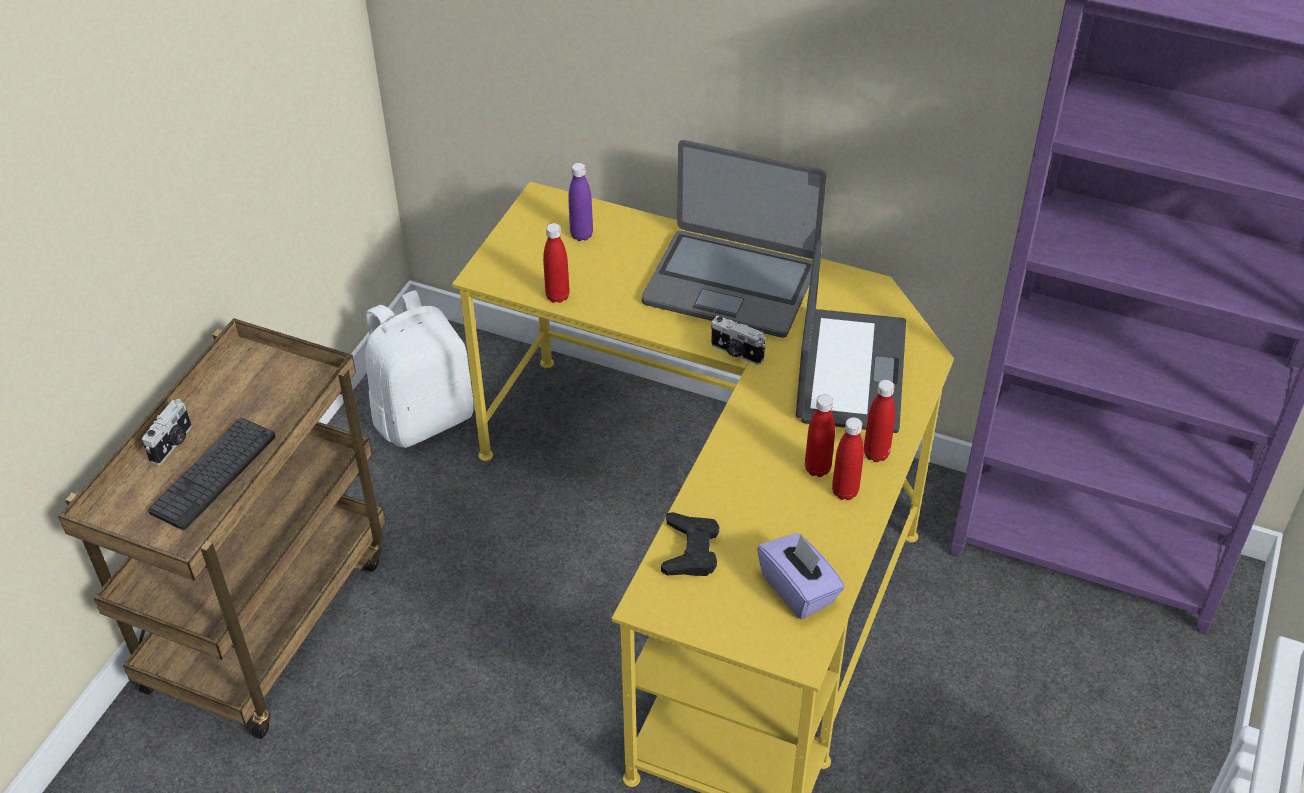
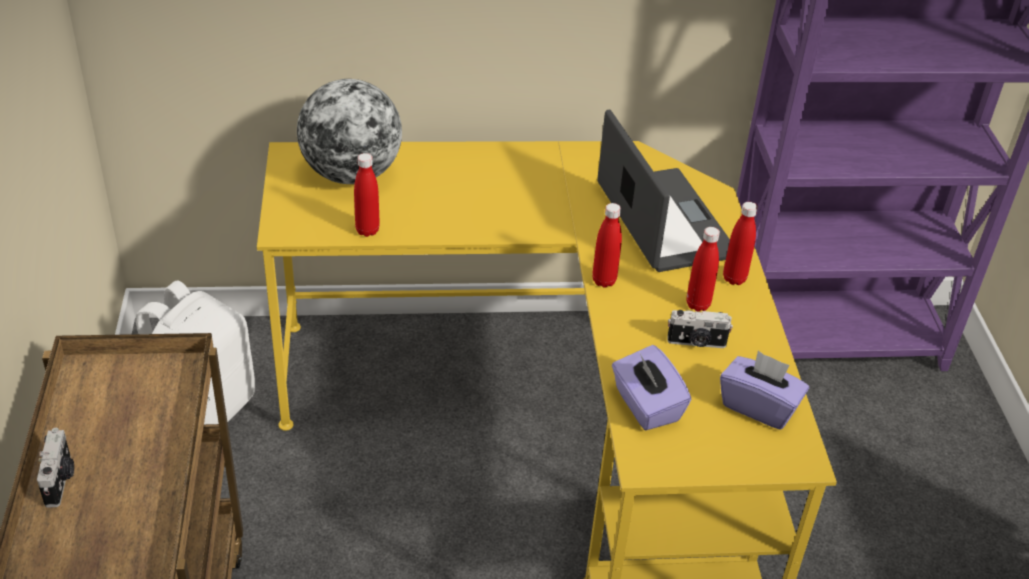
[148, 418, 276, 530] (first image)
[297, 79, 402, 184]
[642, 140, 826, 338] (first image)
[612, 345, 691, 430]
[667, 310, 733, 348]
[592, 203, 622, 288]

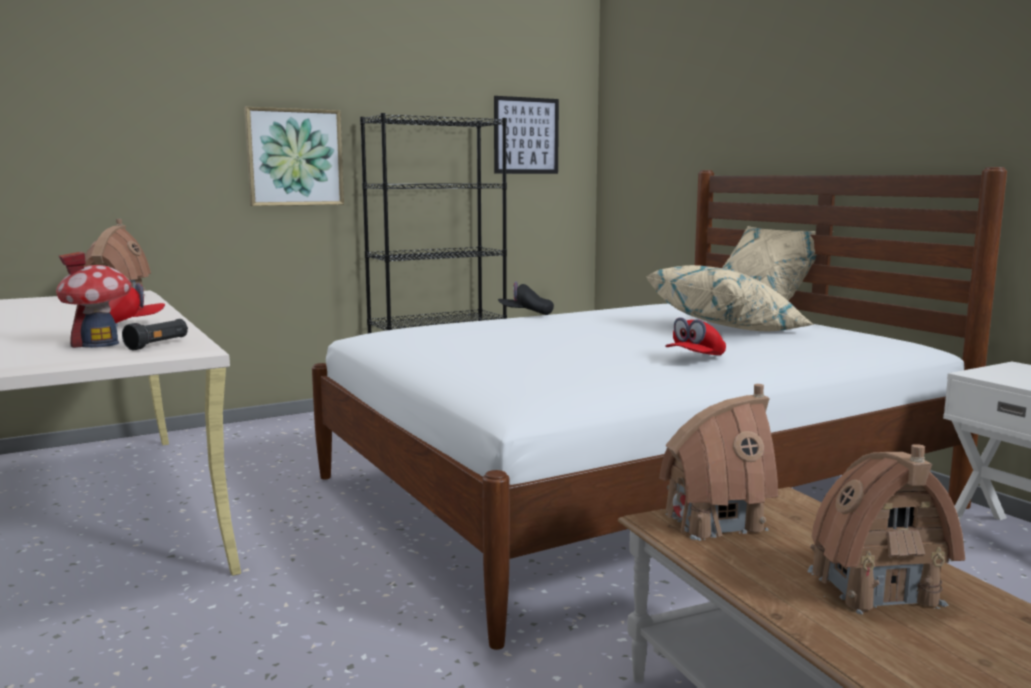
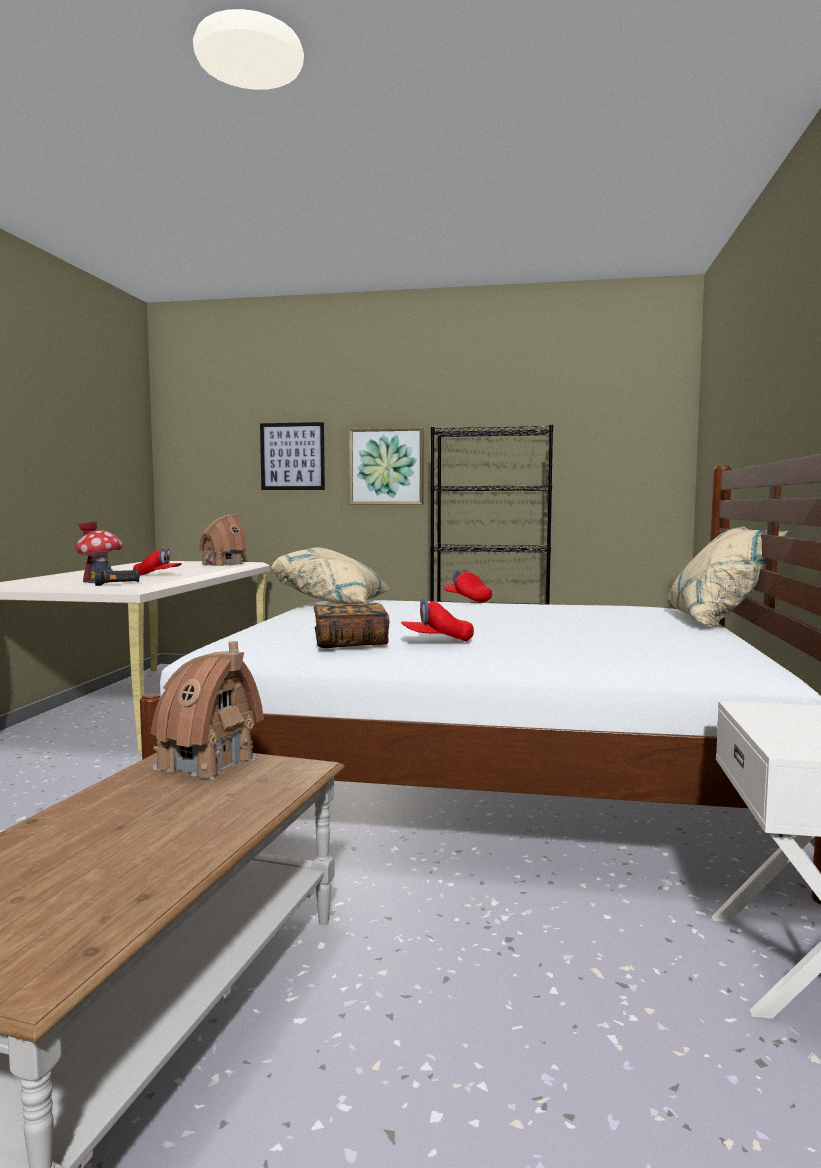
[260, 422, 325, 490]
[444, 569, 492, 602]
[271, 548, 390, 604]
[808, 444, 965, 614] (first image)
[314, 603, 390, 648]

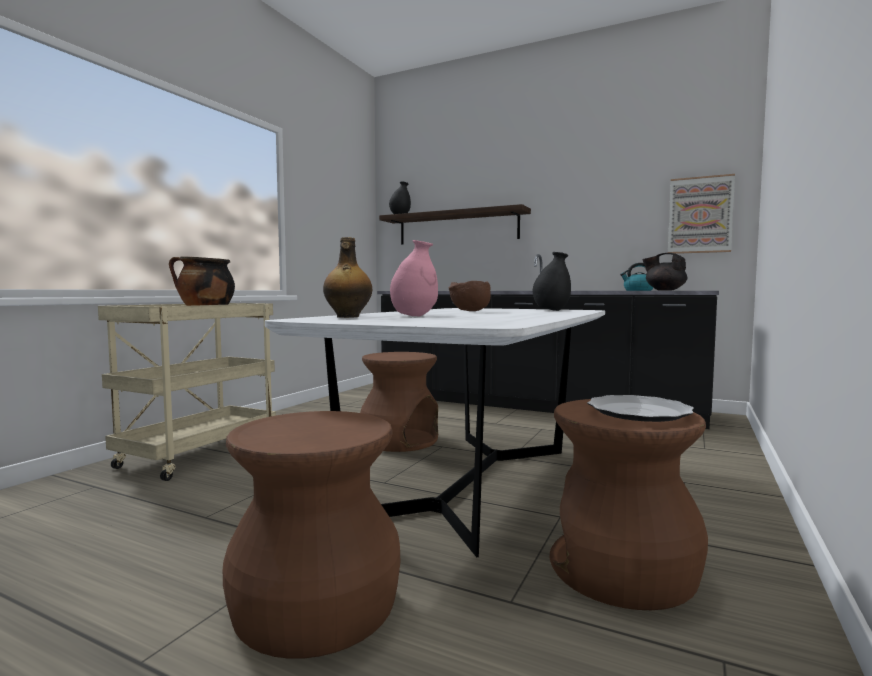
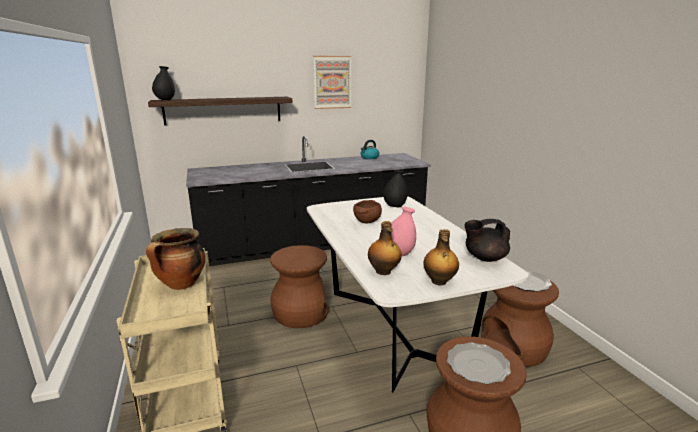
[464, 219, 510, 262]
[313, 56, 351, 109]
[423, 229, 459, 286]
[447, 342, 511, 384]

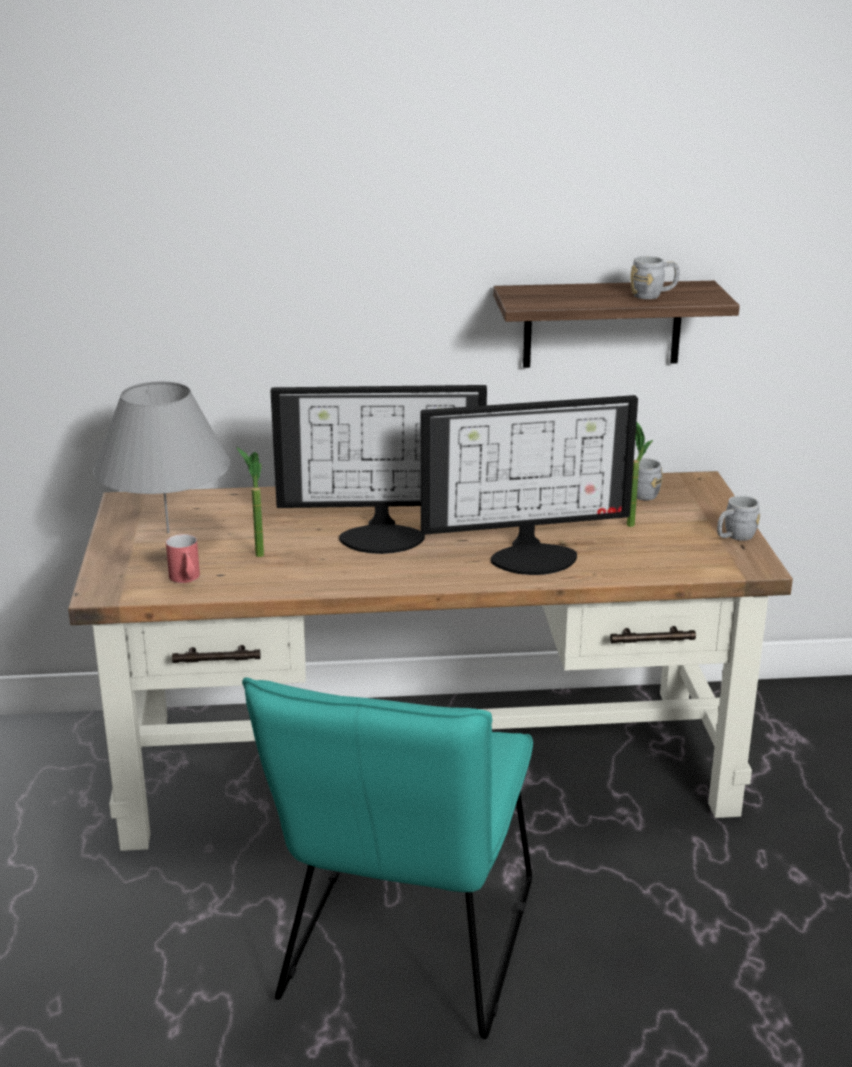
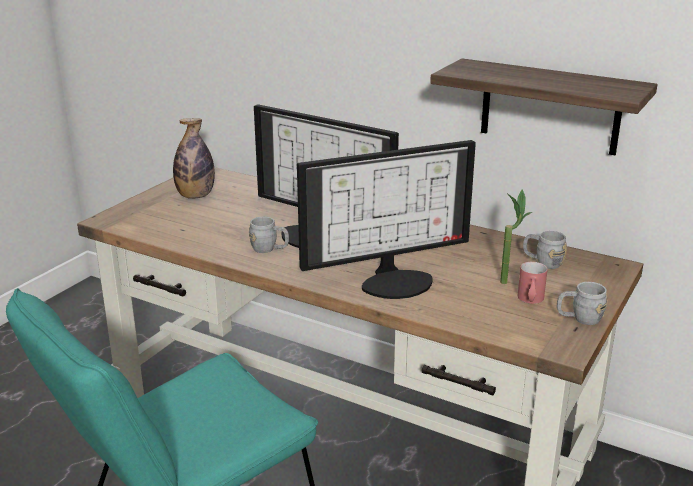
[173, 118, 215, 199]
[517, 262, 548, 304]
[236, 447, 264, 557] (first image)
[297, 140, 476, 299]
[249, 217, 289, 253]

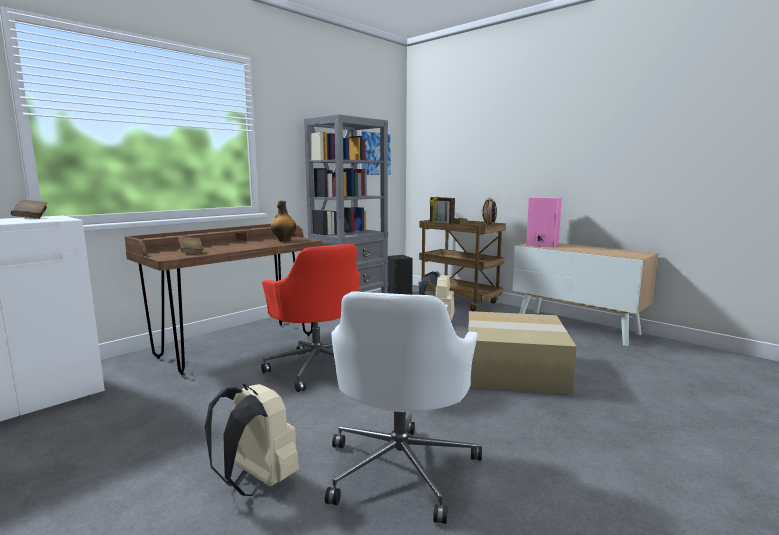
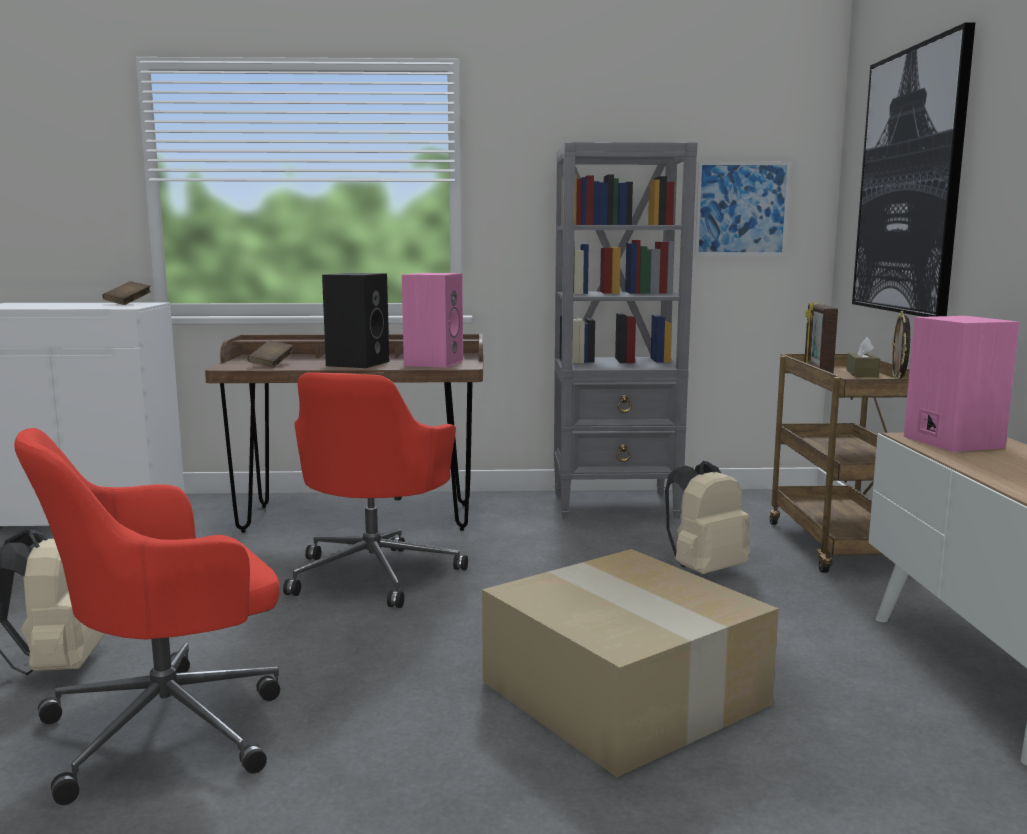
[402, 273, 463, 368]
[14, 428, 280, 805]
[322, 273, 389, 368]
[852, 22, 975, 317]

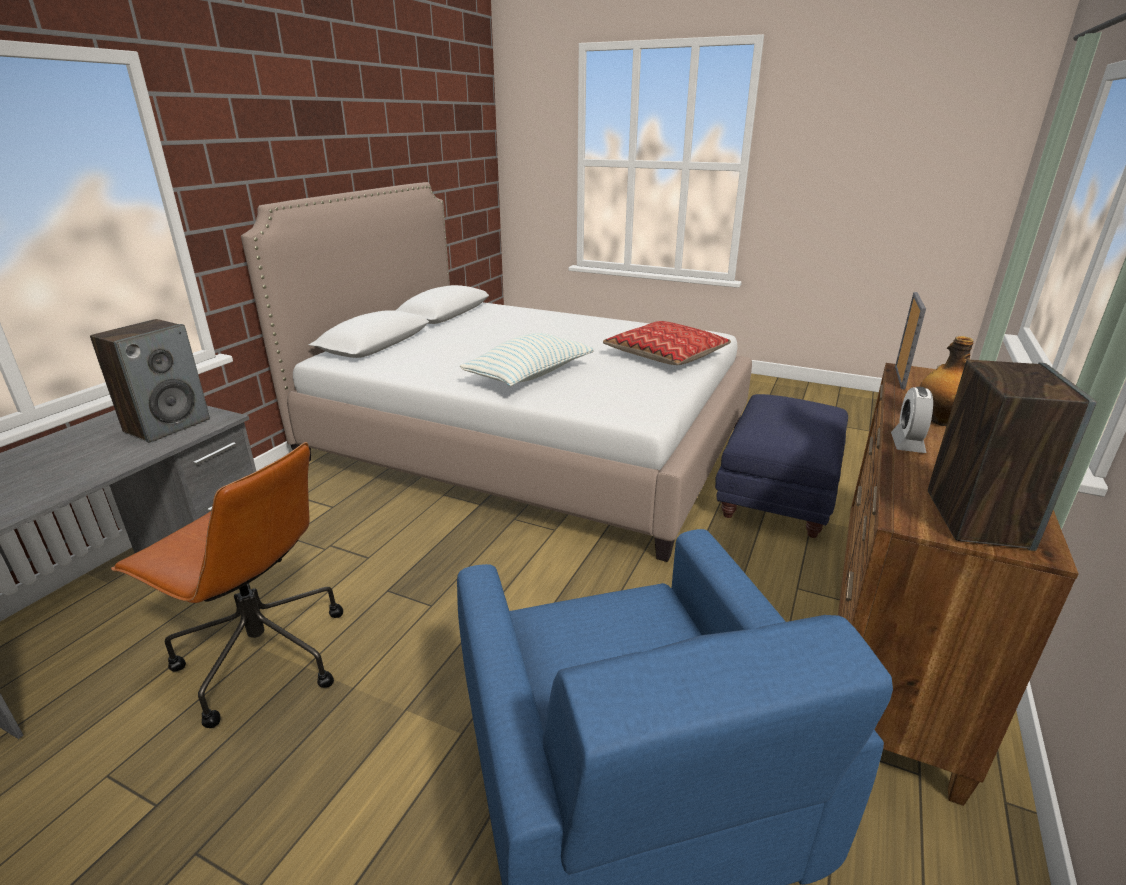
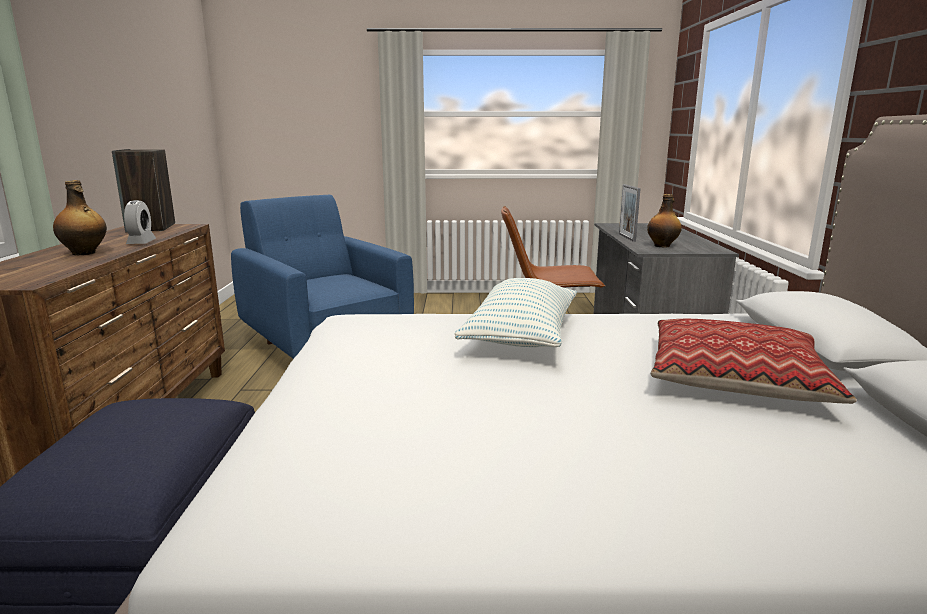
[647, 194, 682, 248]
[651, 319, 857, 404]
[619, 184, 641, 242]

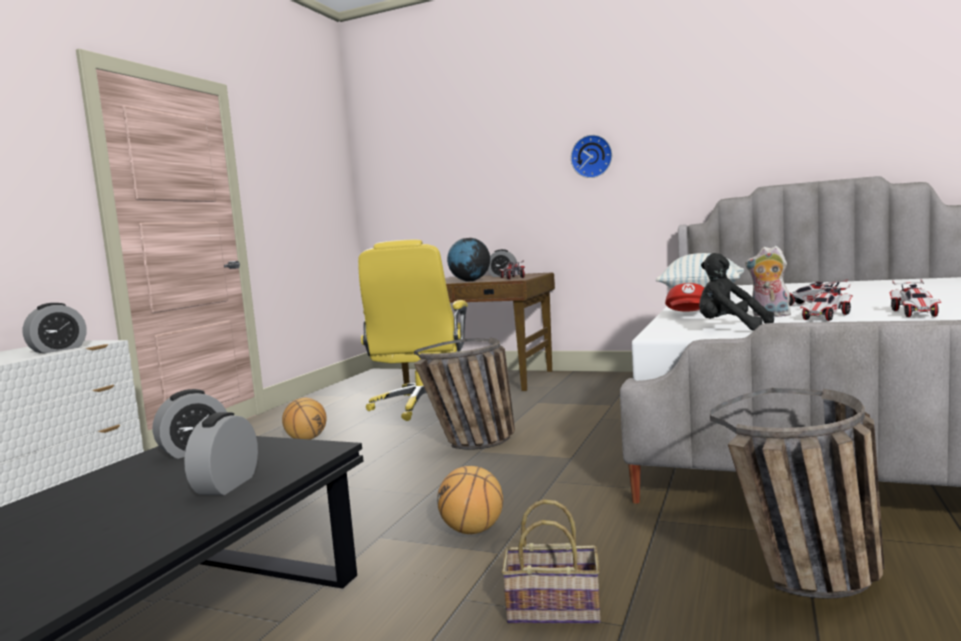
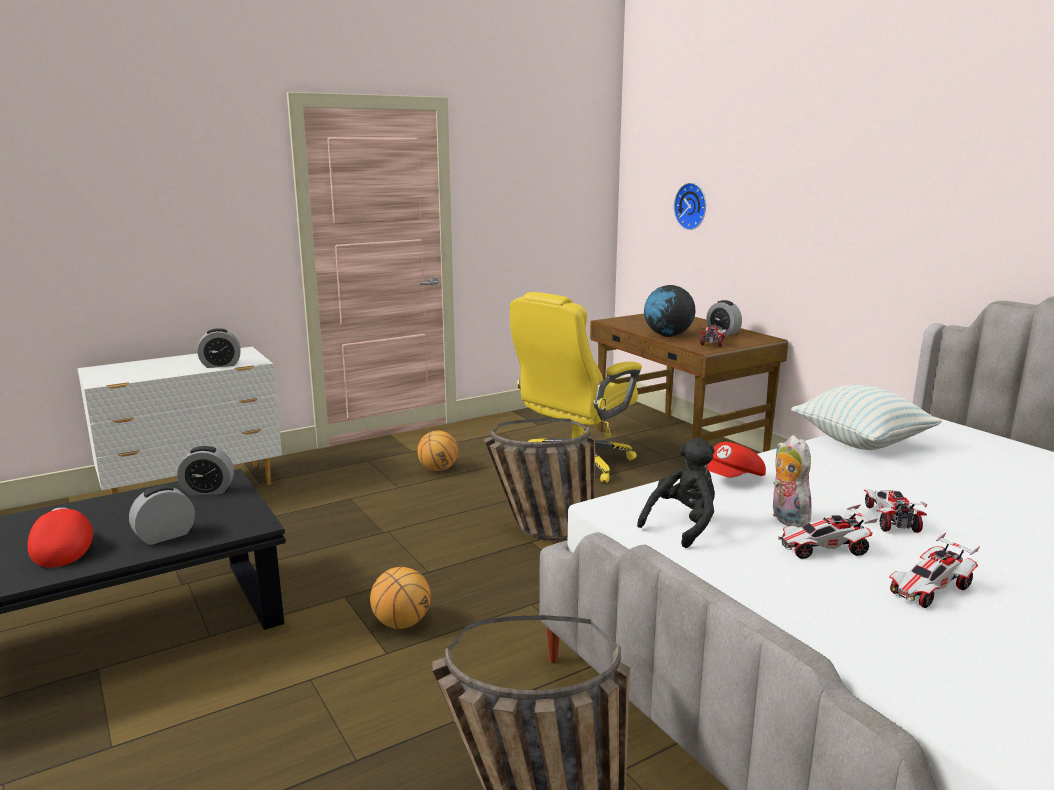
[501, 499, 601, 624] (first image)
[674, 183, 706, 230]
[637, 437, 715, 548]
[28, 507, 93, 568]

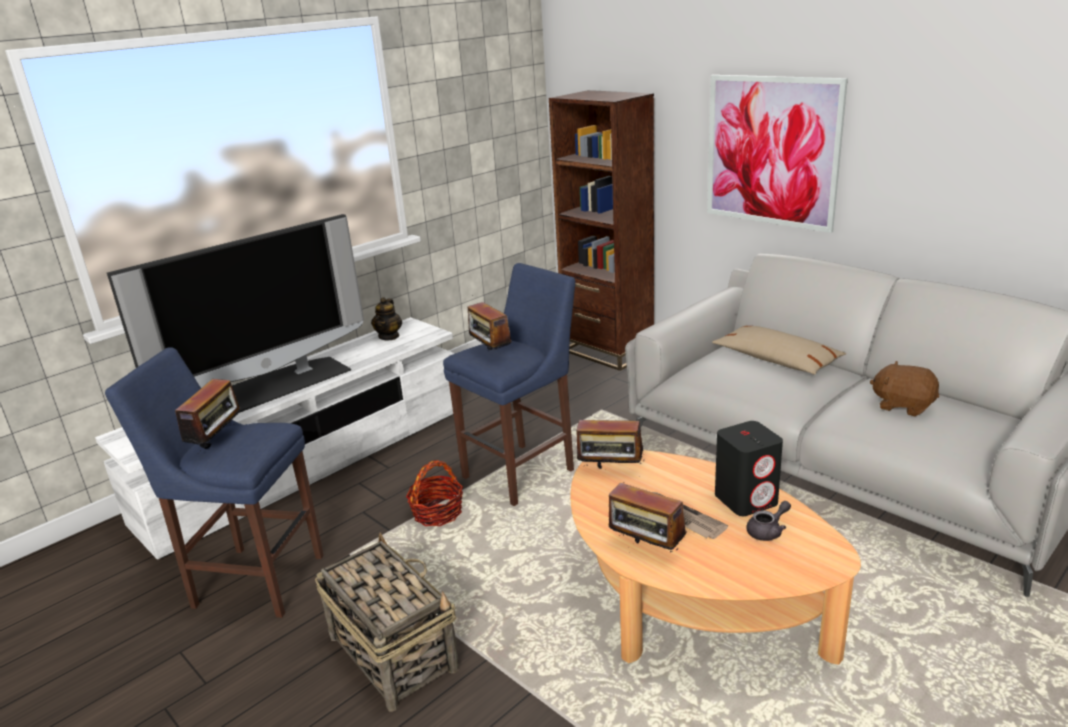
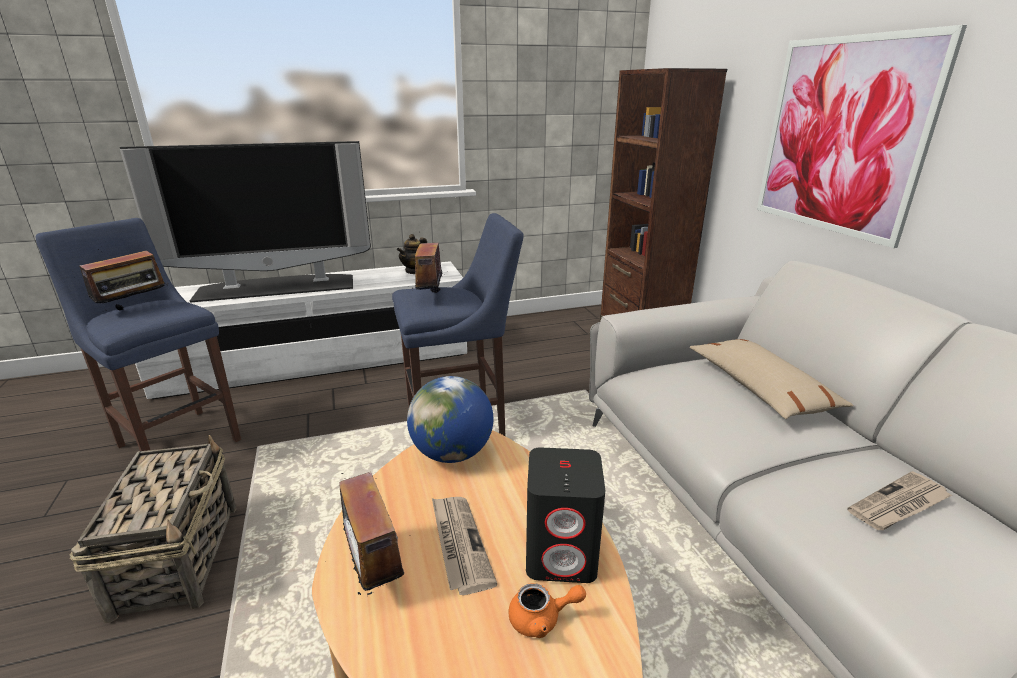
[406, 460, 463, 526] (first image)
[407, 376, 493, 463]
[508, 583, 586, 638]
[847, 471, 952, 530]

